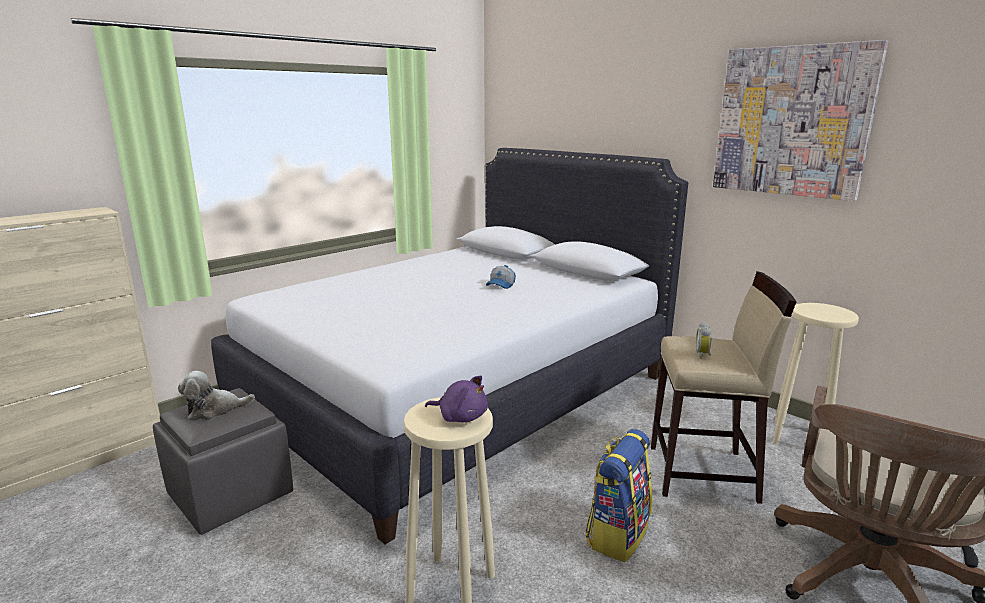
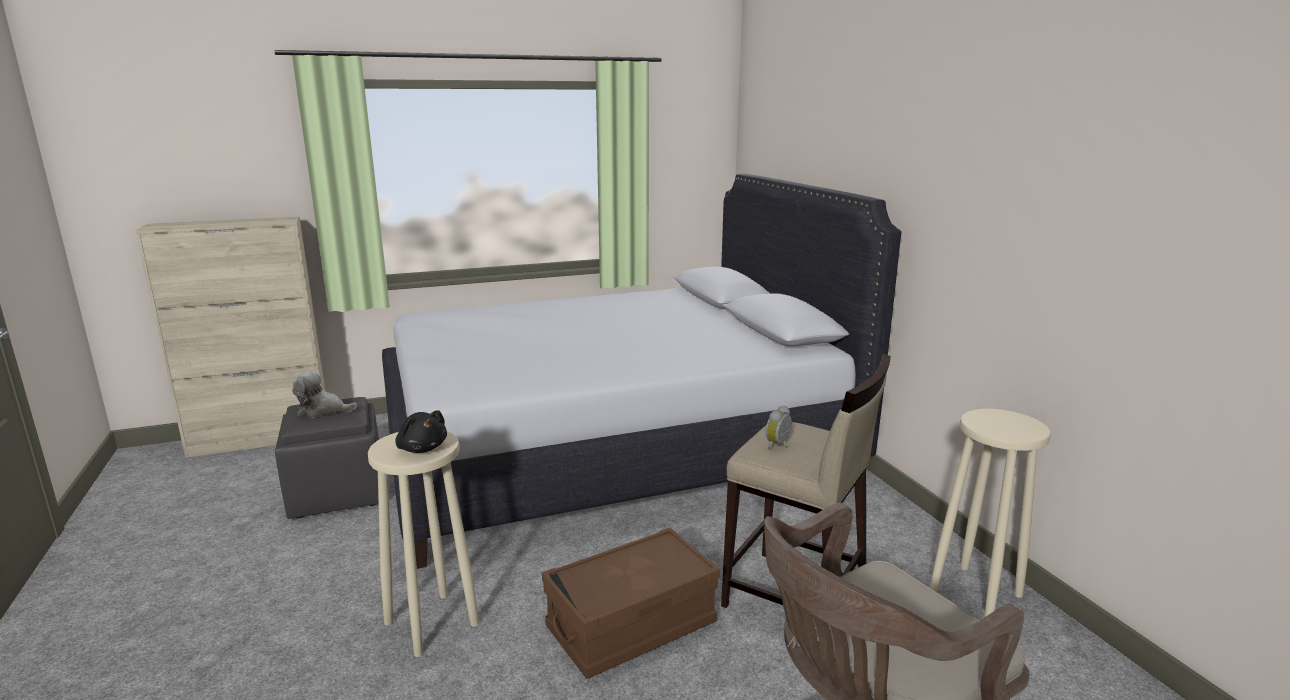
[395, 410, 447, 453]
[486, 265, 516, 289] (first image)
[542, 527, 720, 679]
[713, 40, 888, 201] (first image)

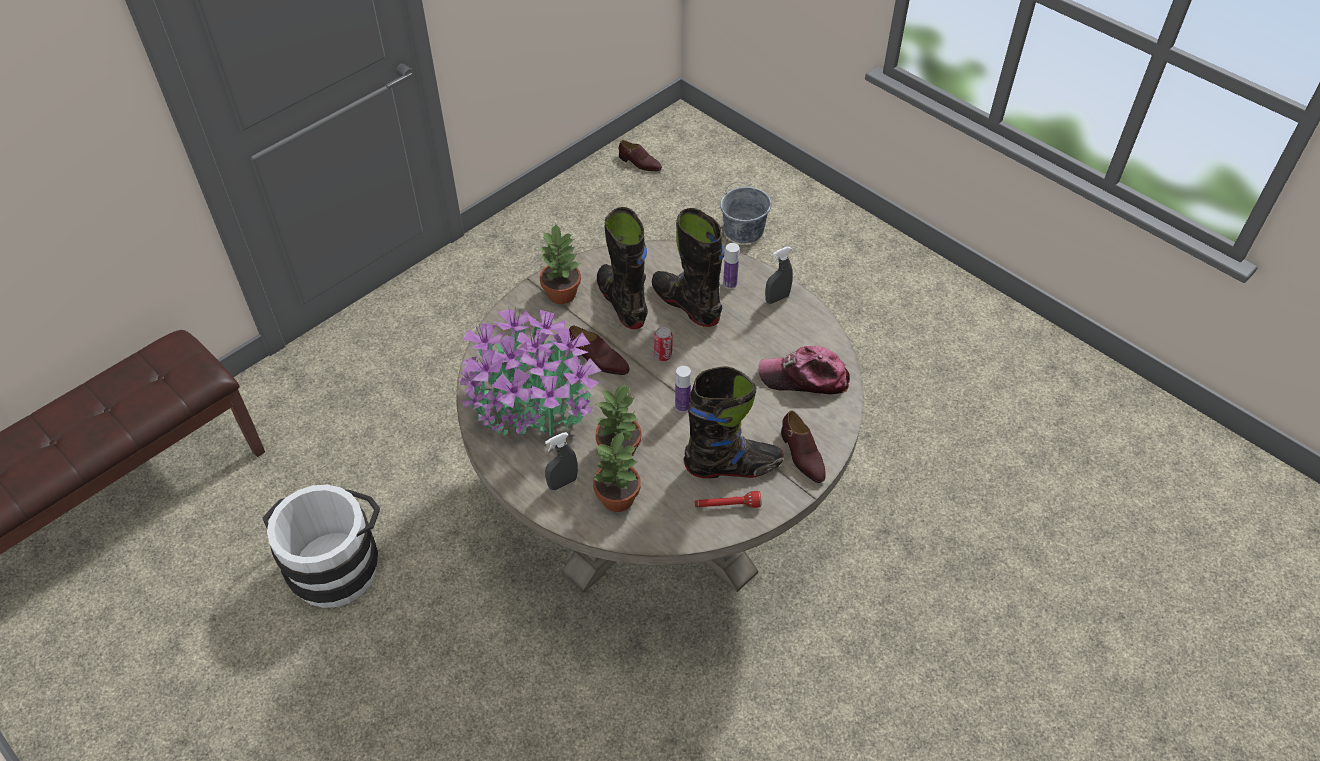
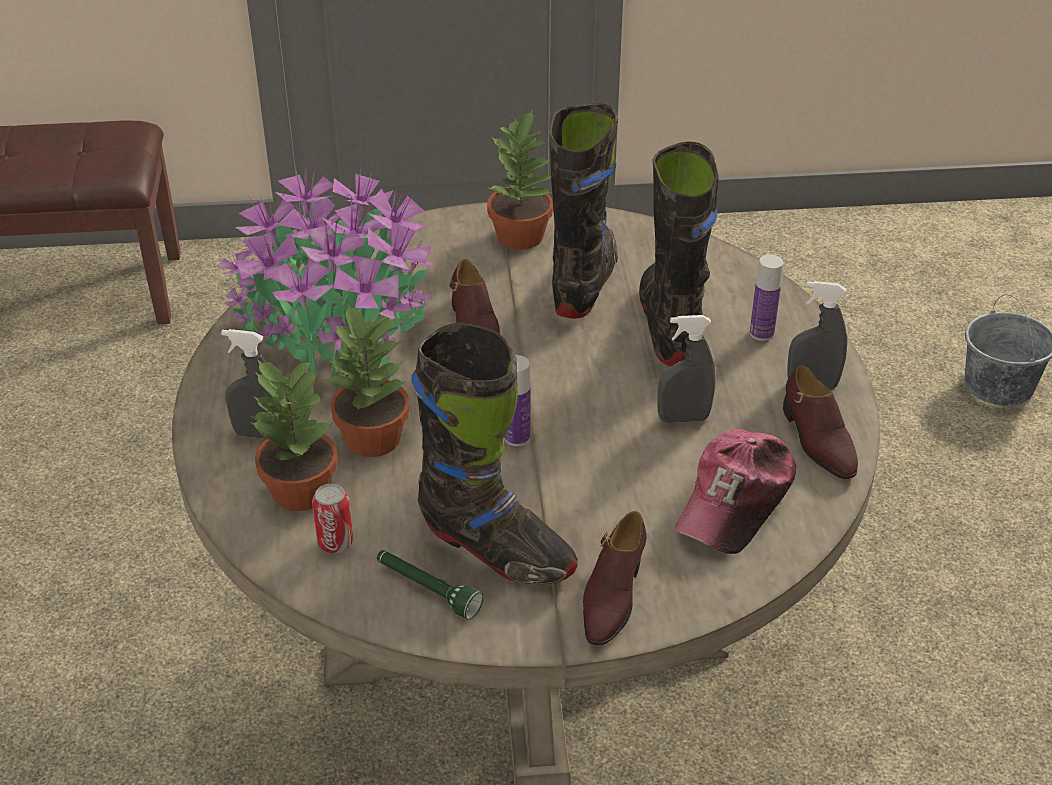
[263, 485, 380, 608] (first image)
[783, 365, 858, 479]
[312, 484, 353, 553]
[377, 550, 484, 620]
[674, 429, 796, 554]
[658, 315, 715, 423]

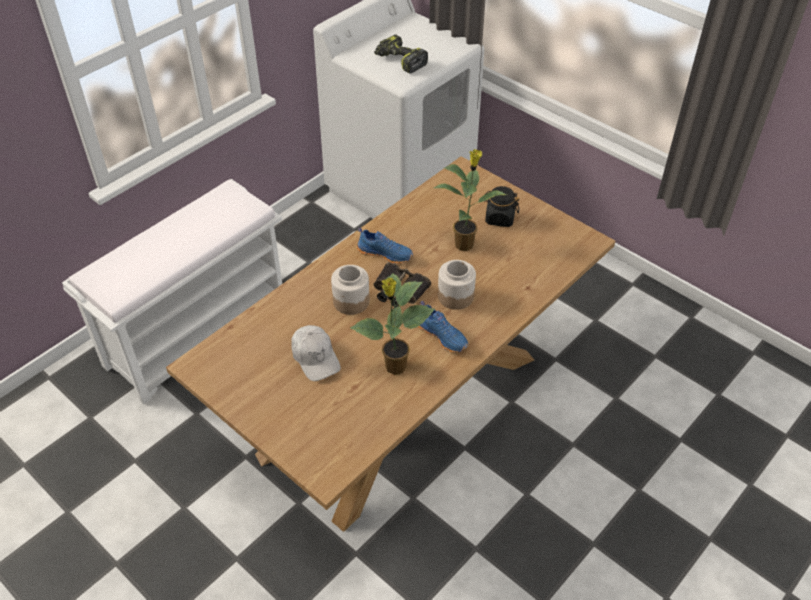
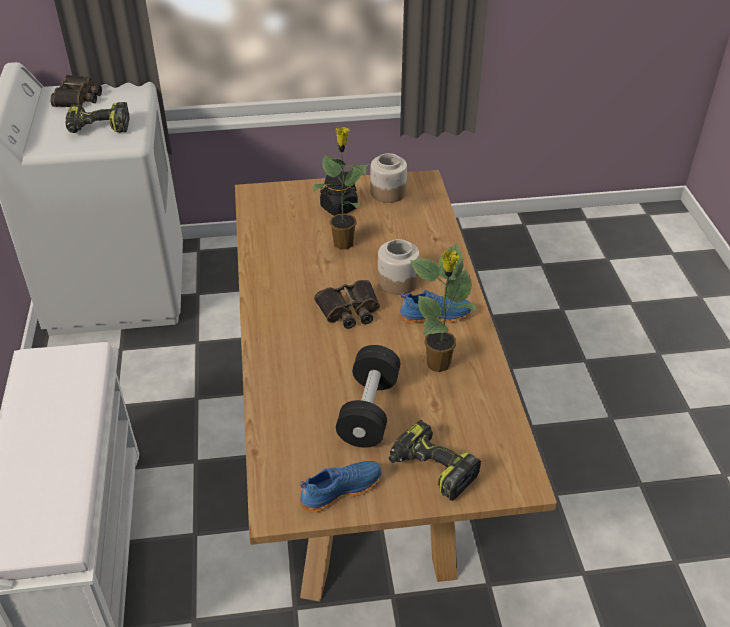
[336, 345, 400, 448]
[370, 153, 407, 203]
[299, 461, 381, 513]
[50, 75, 102, 107]
[389, 420, 481, 501]

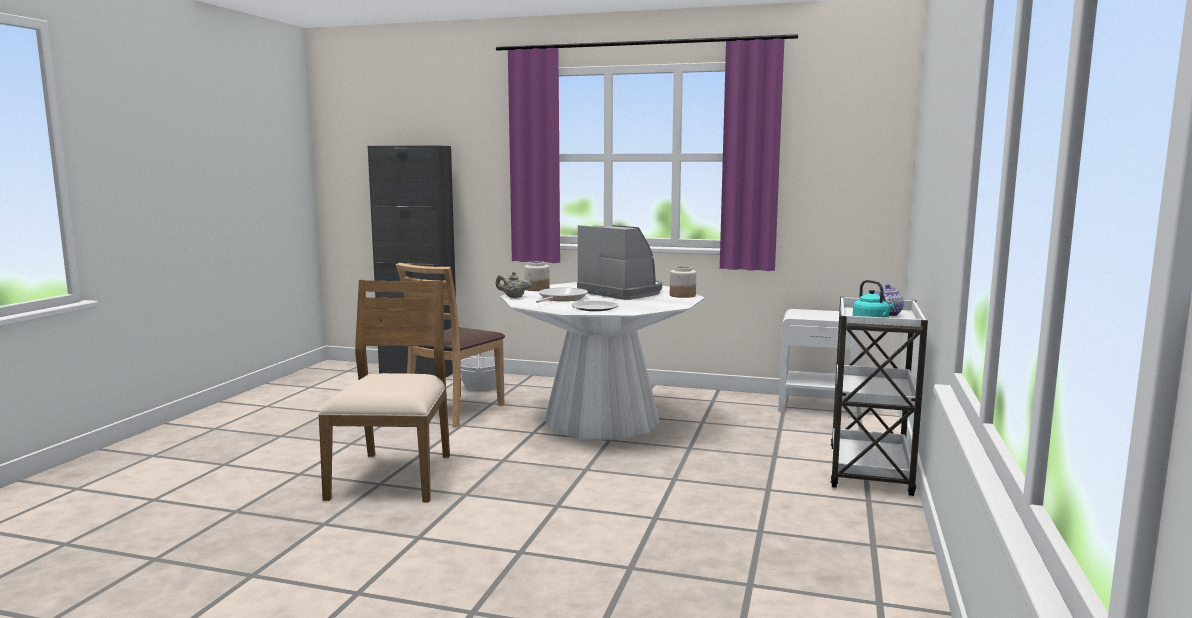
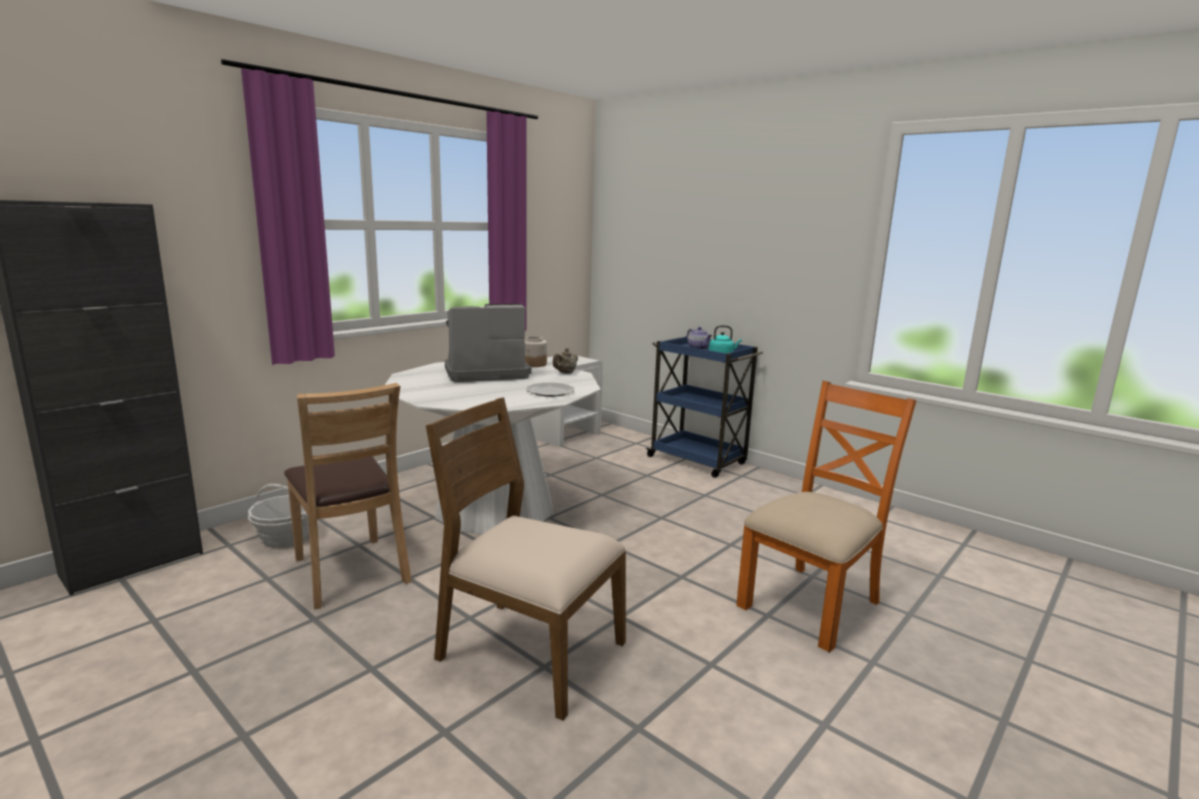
[552, 348, 578, 374]
[524, 261, 550, 291] (first image)
[536, 288, 588, 303] (first image)
[645, 336, 763, 478]
[736, 381, 916, 653]

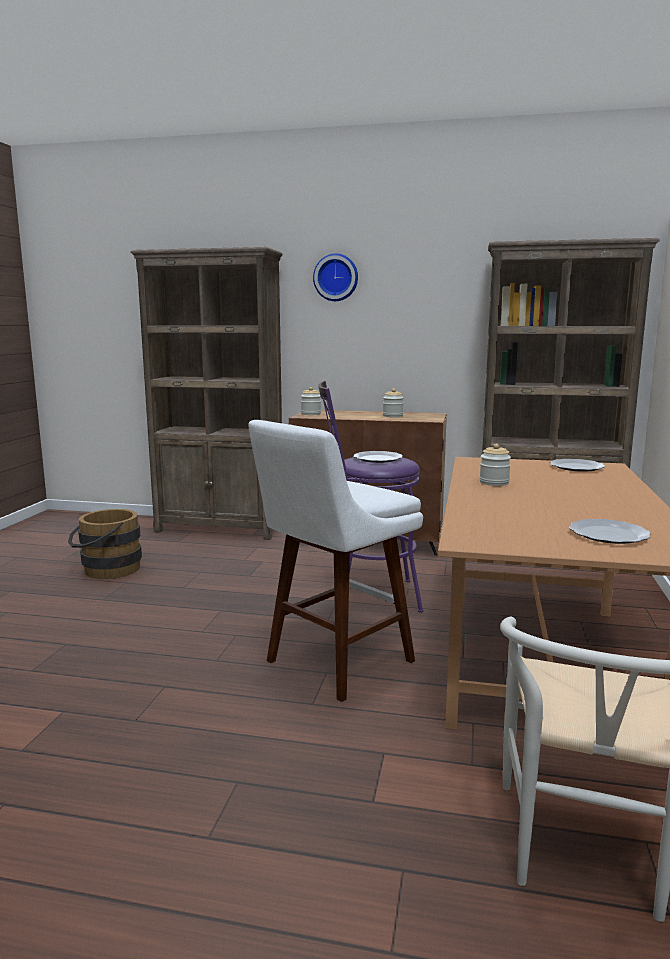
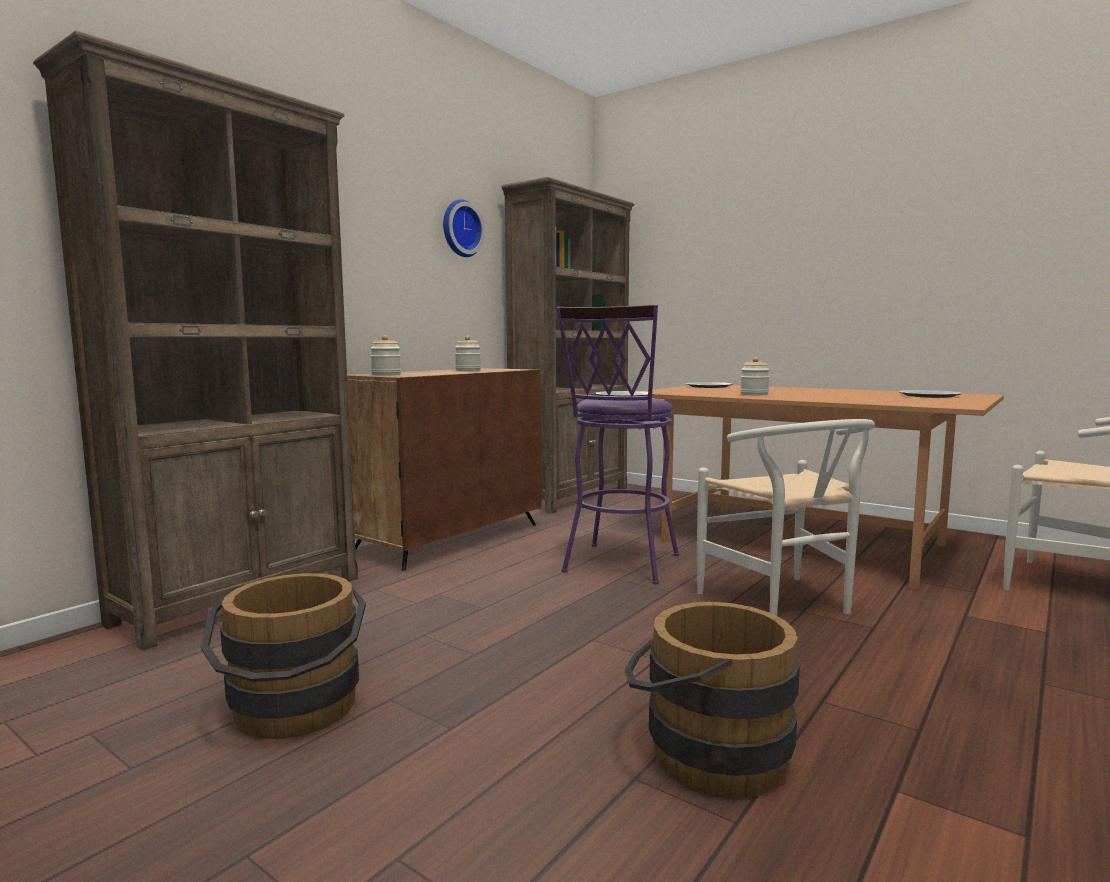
[697, 419, 875, 616]
[443, 199, 485, 257]
[624, 602, 800, 799]

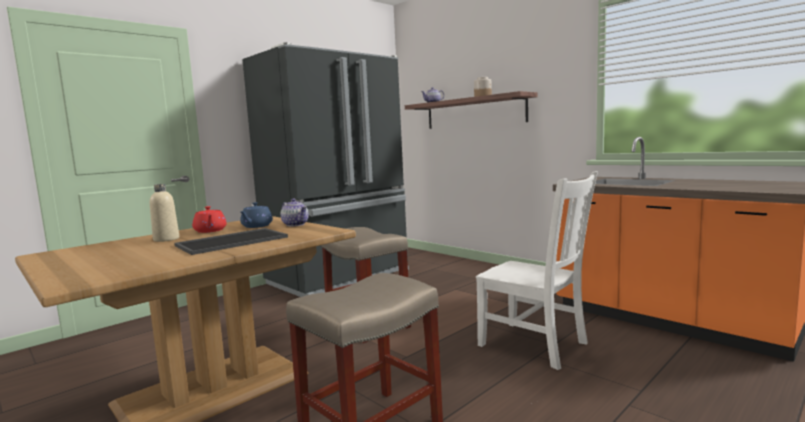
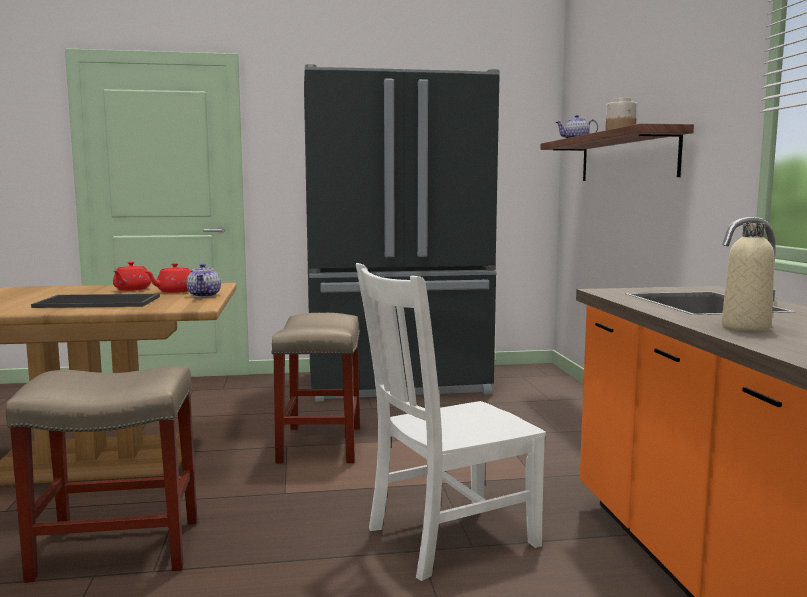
[722, 223, 775, 331]
[144, 263, 192, 293]
[356, 263, 546, 581]

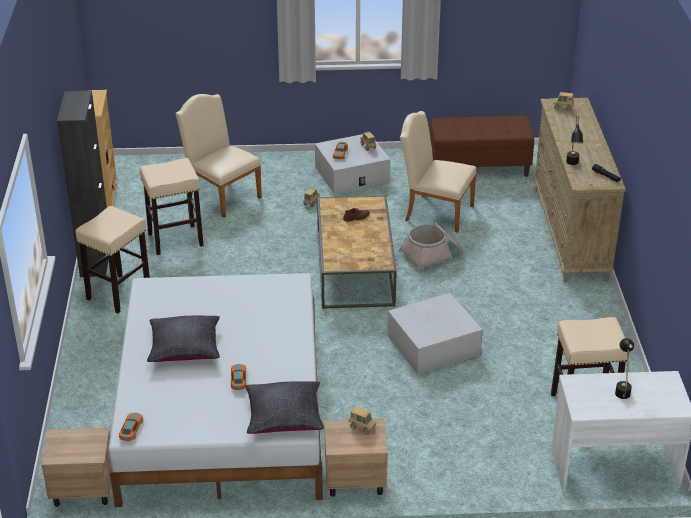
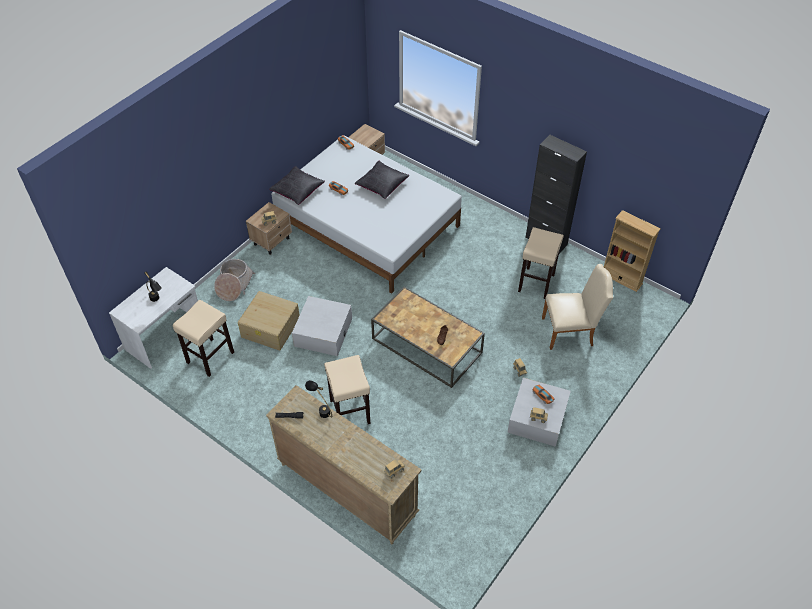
[324, 355, 371, 424]
[214, 259, 255, 301]
[400, 111, 476, 233] (first image)
[430, 115, 534, 177] (first image)
[238, 291, 300, 351]

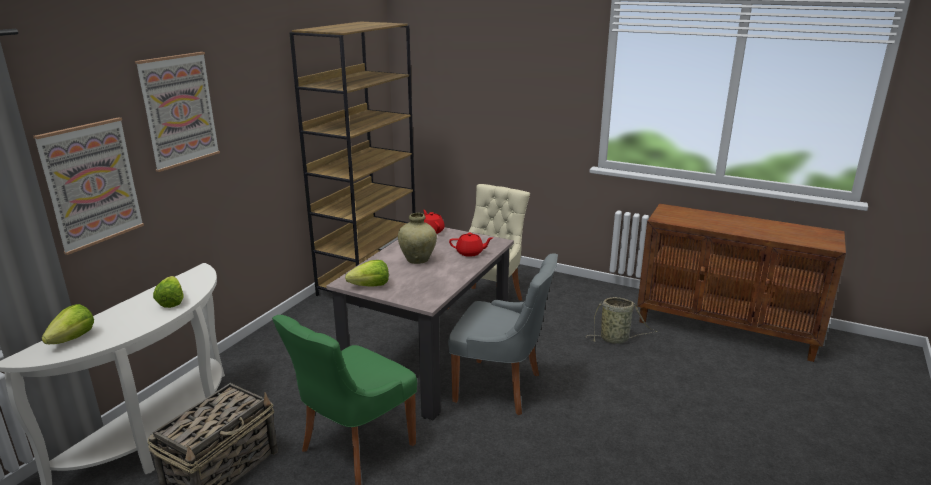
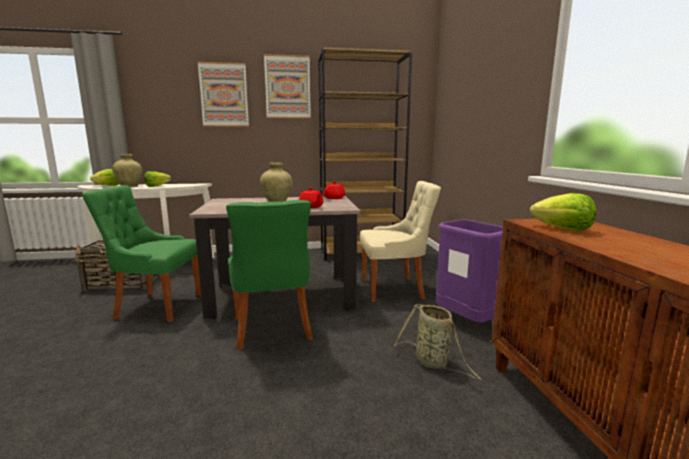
[264, 54, 311, 119]
[530, 193, 596, 231]
[226, 200, 313, 350]
[112, 154, 143, 187]
[436, 219, 503, 323]

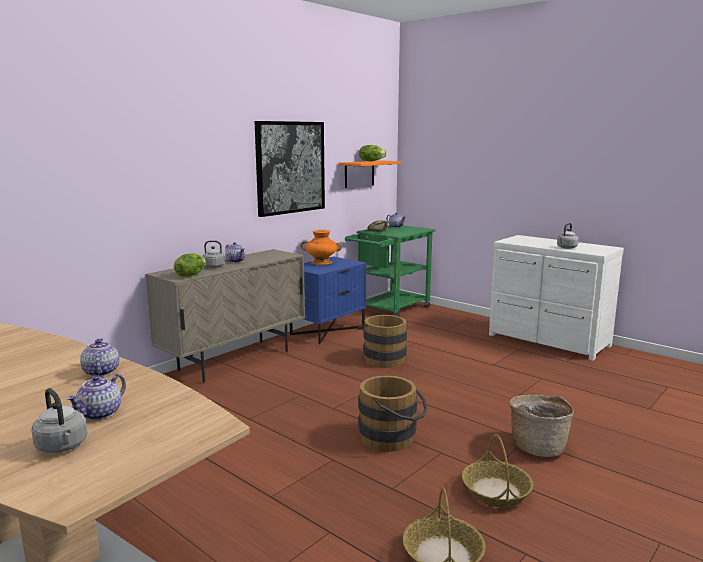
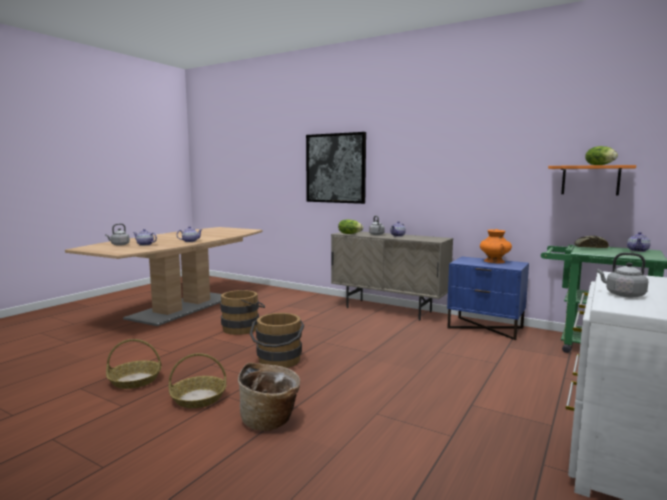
[306, 132, 366, 204]
[220, 290, 265, 335]

